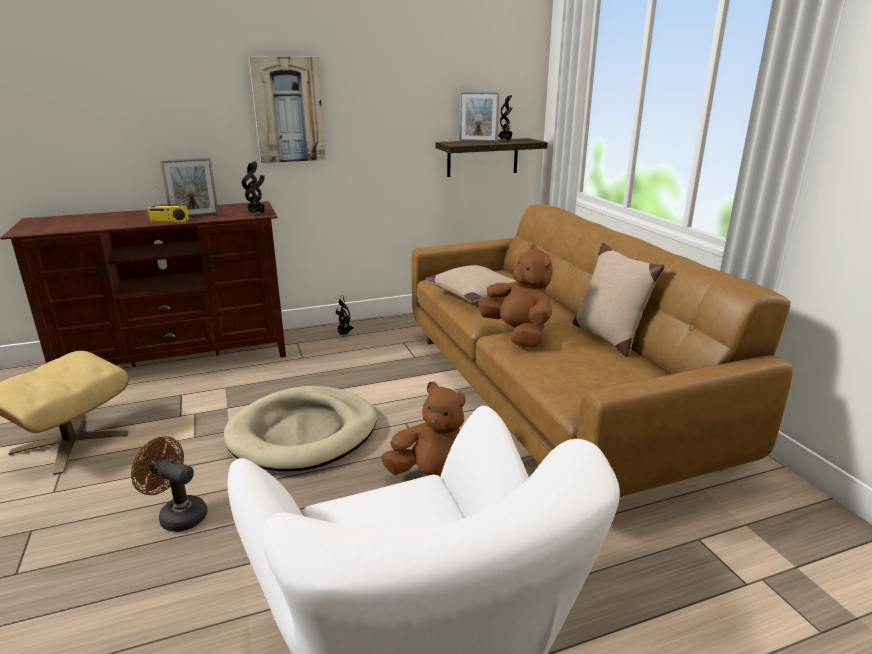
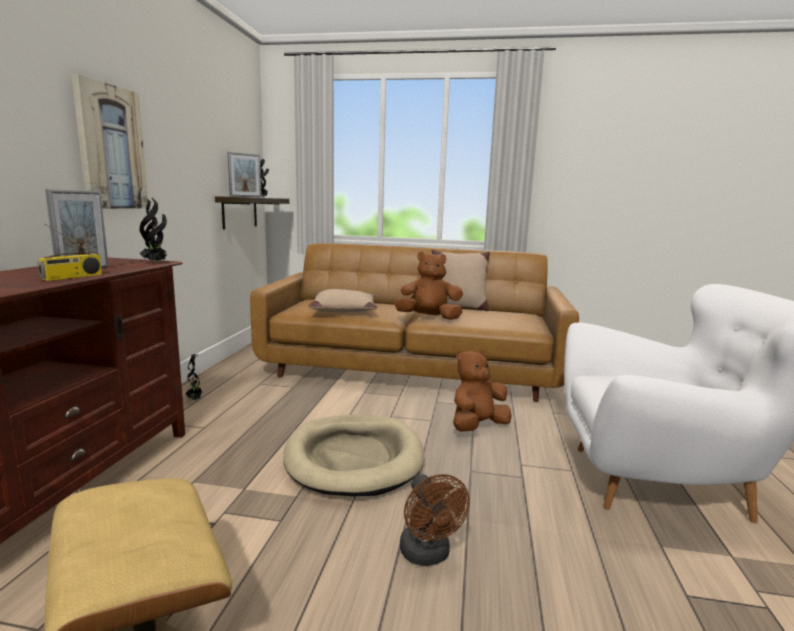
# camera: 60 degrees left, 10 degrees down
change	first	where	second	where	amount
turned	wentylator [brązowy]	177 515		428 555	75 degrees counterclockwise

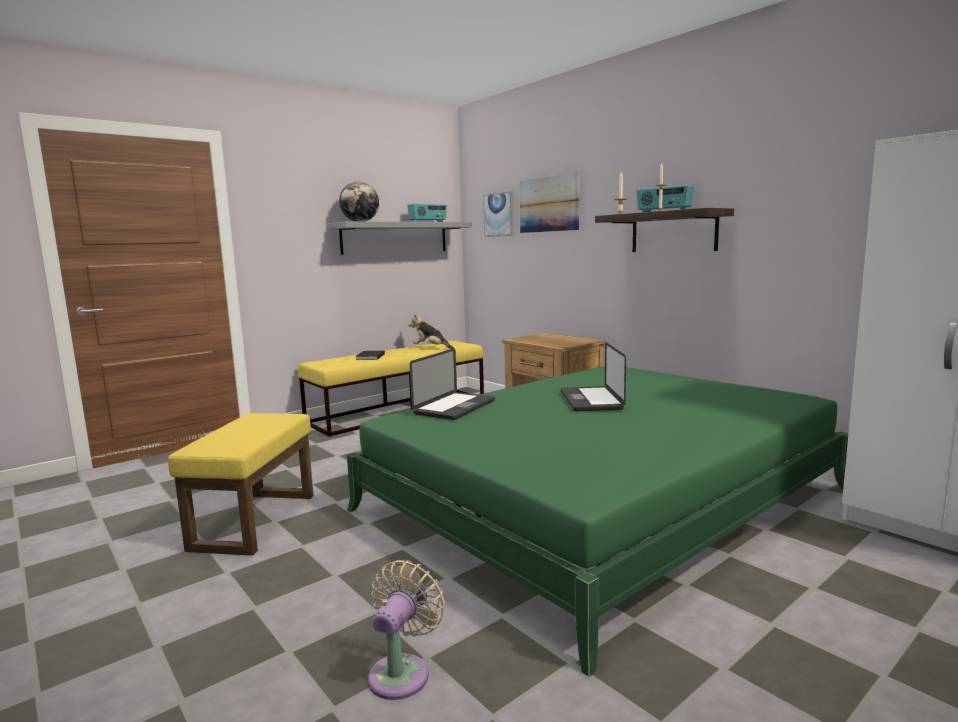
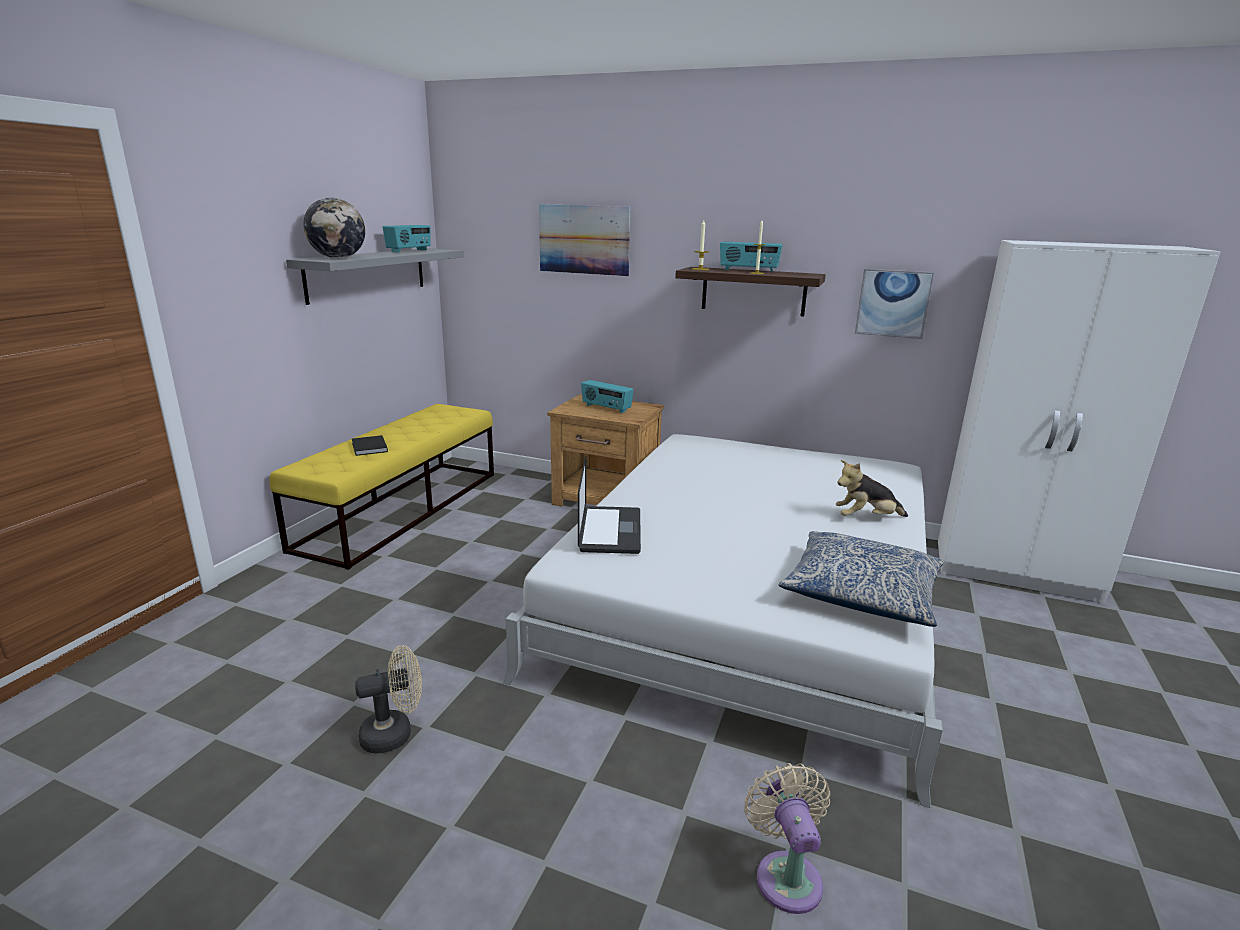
# camera: 30 degrees left, 10 degrees up
change	first	where	second	where	amount
replaced	pufa [żółty]	254 520	wentylator [beżowy]	395 733	
recoloured	łóżko [zielony]	601 499	łóżko [biały]	749 597	
added			radio	606 408	
added			poduszka	861 592	
moved	pluszak	431 348		866 518	
moved	obraz	499 214		893 303	
removed	laptop	591 400			

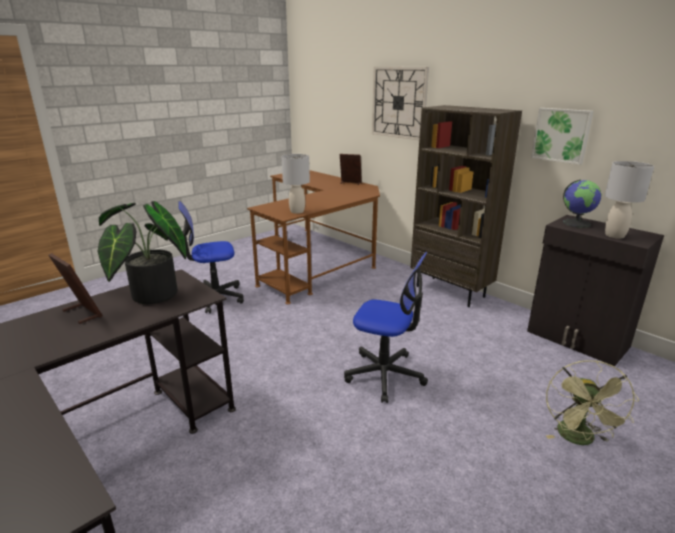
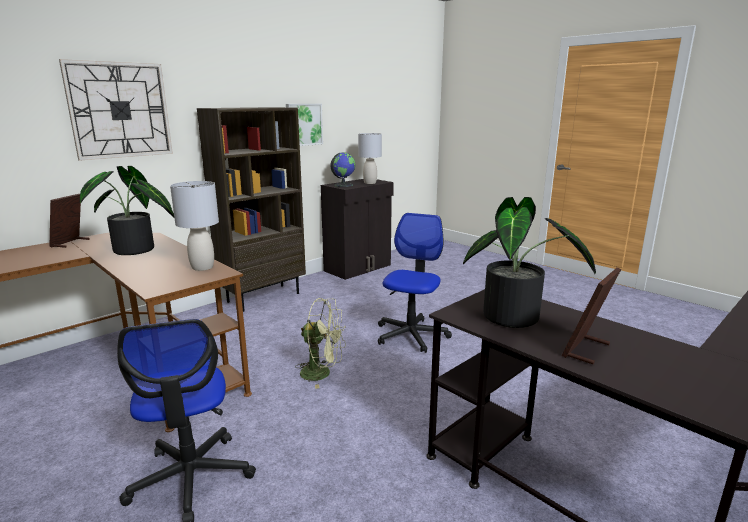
# camera: 90 degrees left, 5 degrees down
change	first	where	second	where	amount
added			roślina doniczkowa	136 251	
moved	wentylator [zielony]	579 439		322 373	

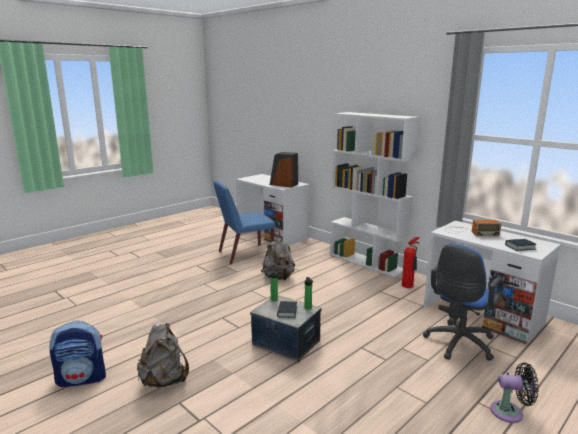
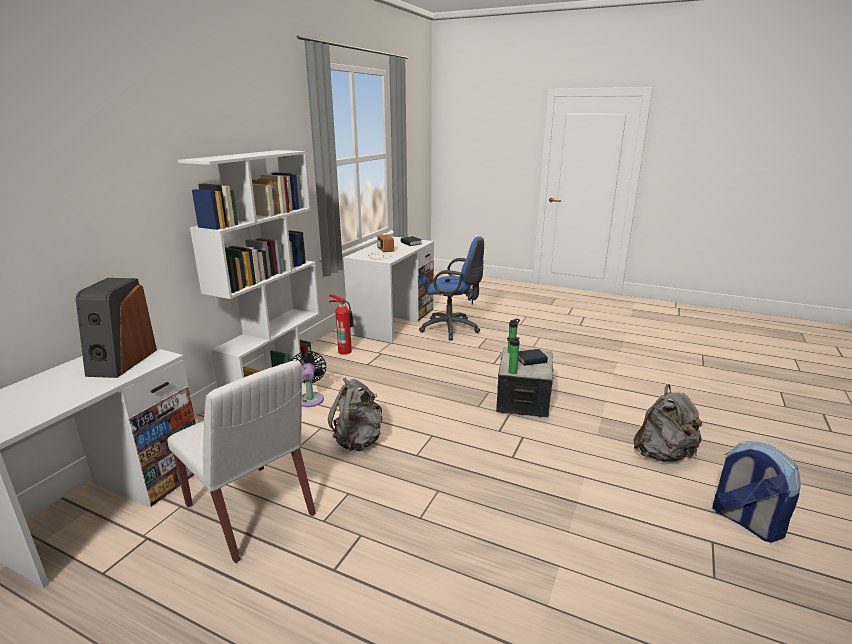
# camera: 110 degrees left, 5 degrees up
change	first	where	second	where	amount
recoloured	krzesło [niebieski]	245 254	krzesło [biały]	251 511	
moved	wentylator [czarny]	510 412		310 398	

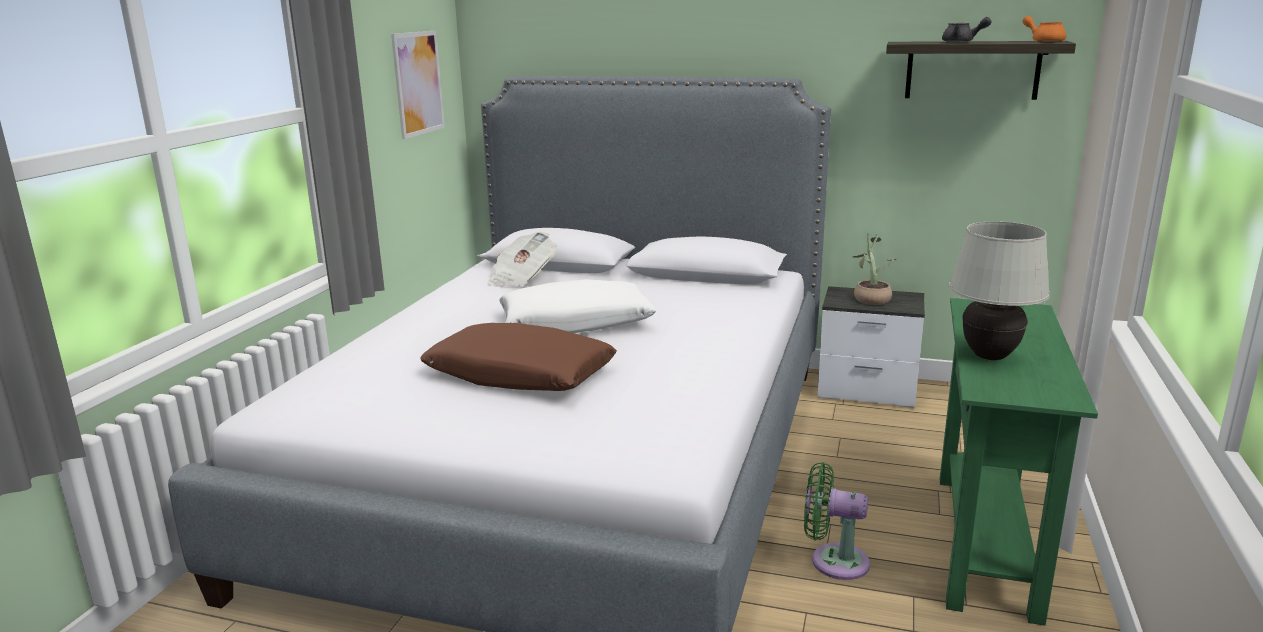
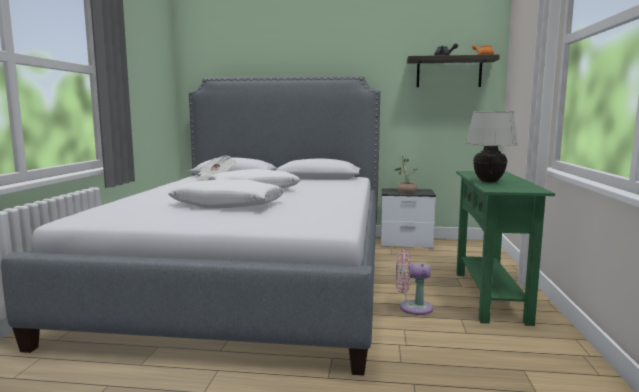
# camera: 10 degrees left, 10 degrees down
change	first	where	second	where	amount
recoloured	poduszka [brązowy]	520 375	poduszka [biały]	228 205	
recoloured	wentylator [zielony]	833 561	wentylator [różowy]	412 308	
removed	obraz	418 83			

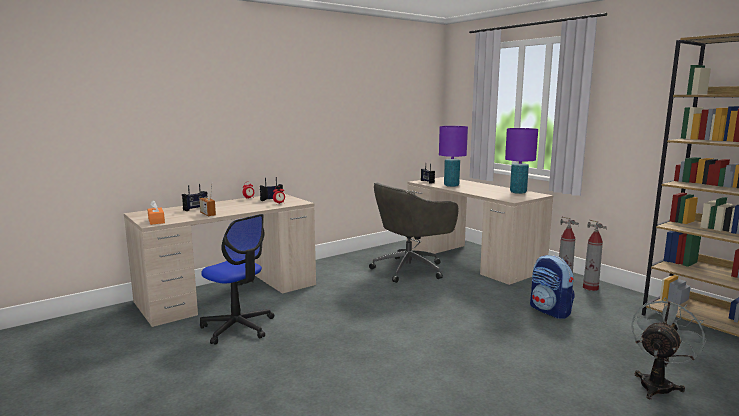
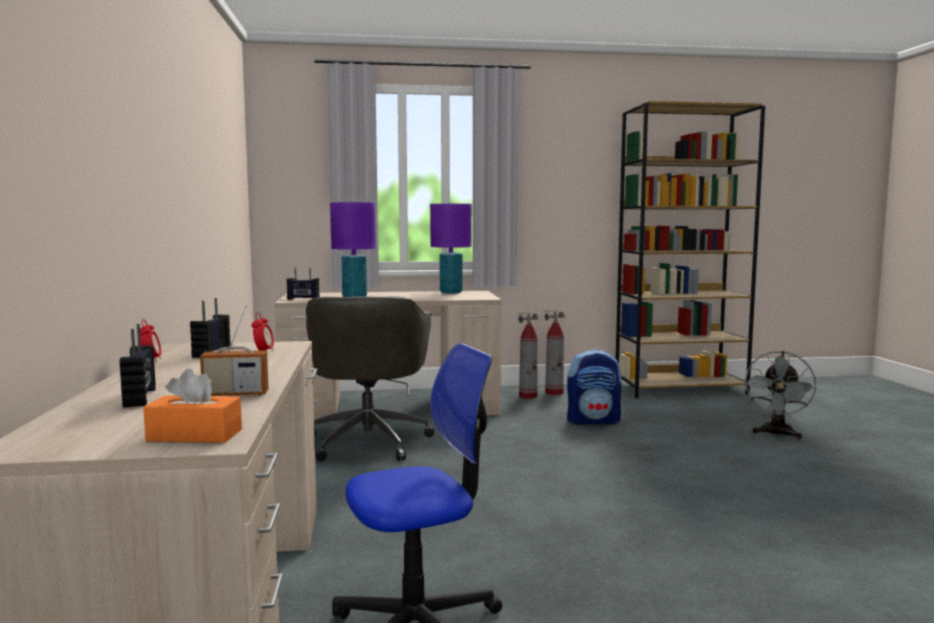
# camera: 60 degrees left, 5 degrees down
change	first	where	second	where	amount
turned	wentylator [szary]	658 384		777 434	135 degrees counterclockwise

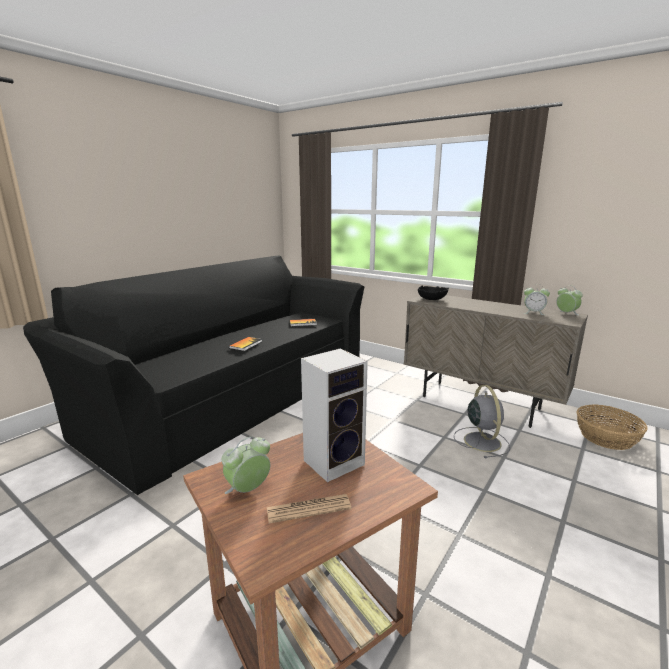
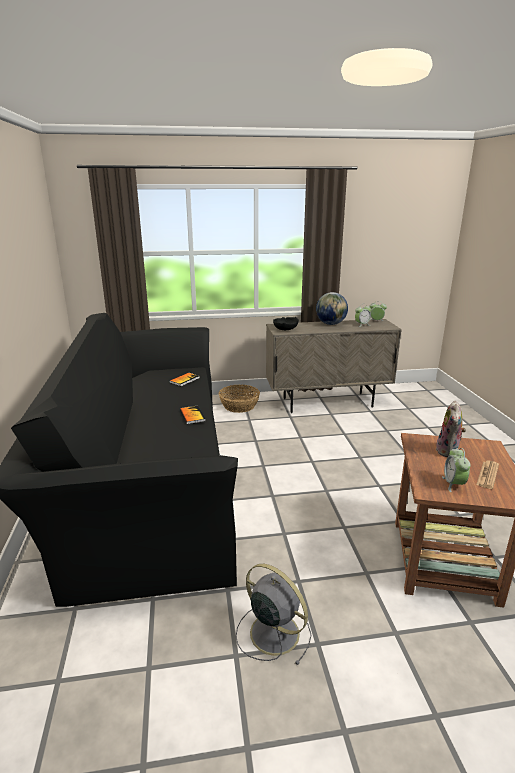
# camera: 45 degrees left, 5 degrees up
change	first	where	second	where	amount
moved	koszyk	606 437		239 406	
moved	wentylator [szary]	481 441		272 632	
added			globus	331 324	
replaced	głośnik	335 461	pluszak	448 451	

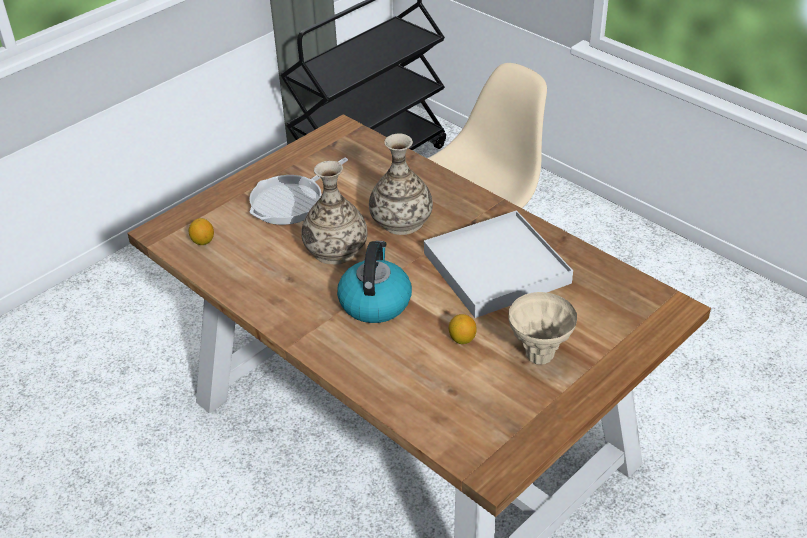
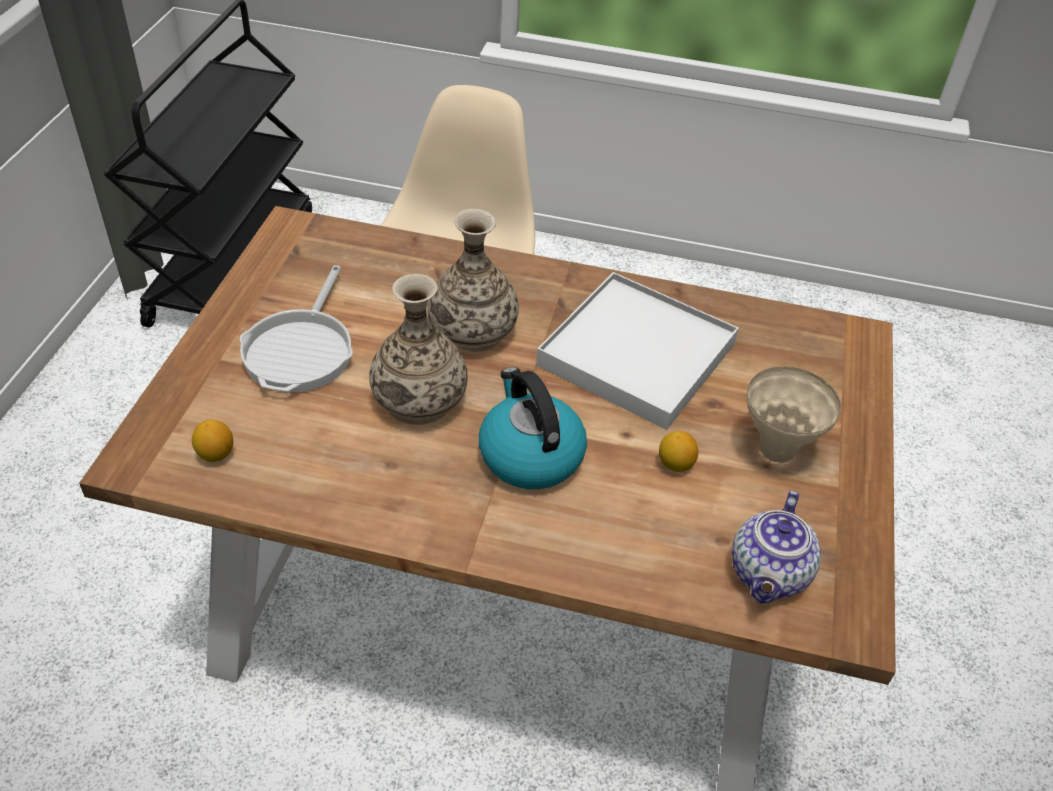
# camera: 35 degrees left, 5 degrees up
change	first	where	second	where	amount
added			imbryk	769 575	

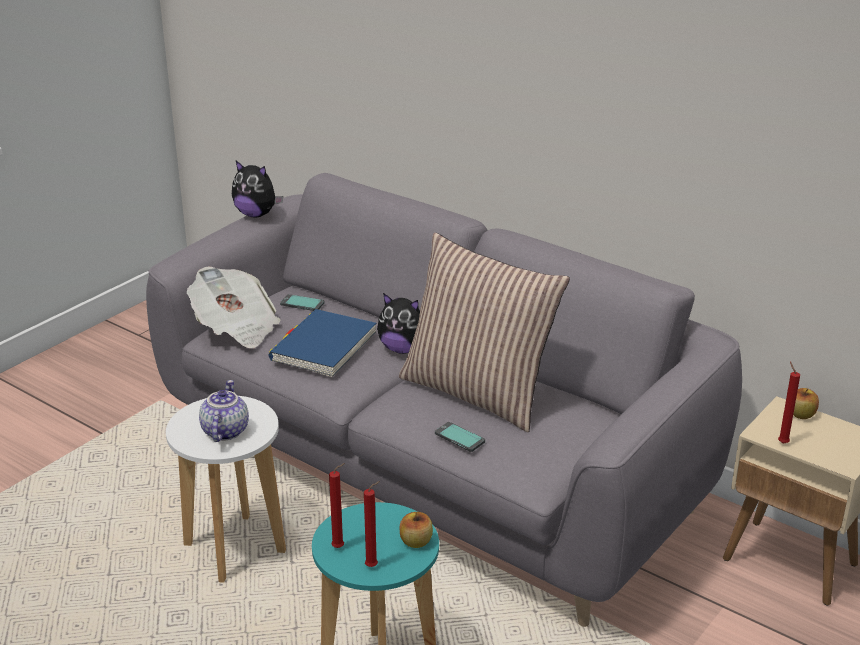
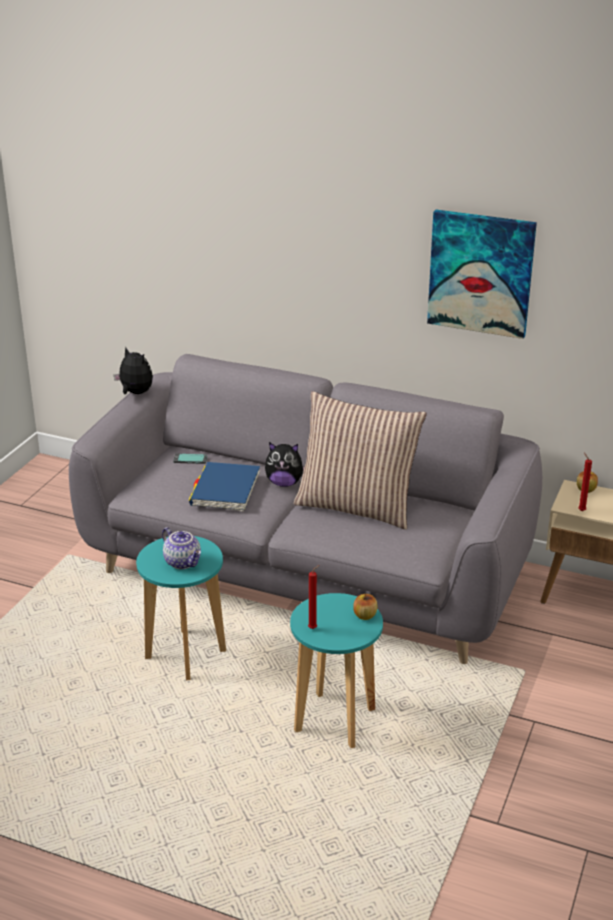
# camera: 15 degrees left, 0 degrees up
change	first	where	second	where	amount
turned	pluszak	256 214		135 393	150 degrees counterclockwise
recoloured	stołek [biały]	234 549	stołek [turkusowy]	185 655	
turned	imbryk	224 431		183 562	150 degrees clockwise
added			obraz	481 273	
removed	gazeta	236 328			
removed	świeca [czerwony]	373 566			
removed	telefon	459 438			

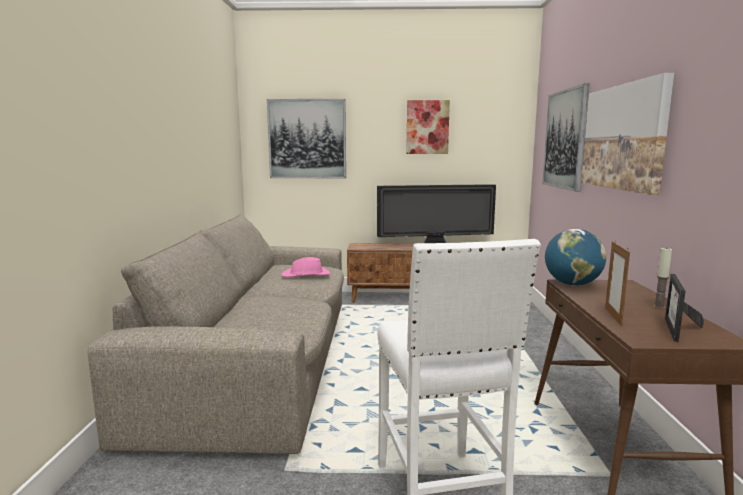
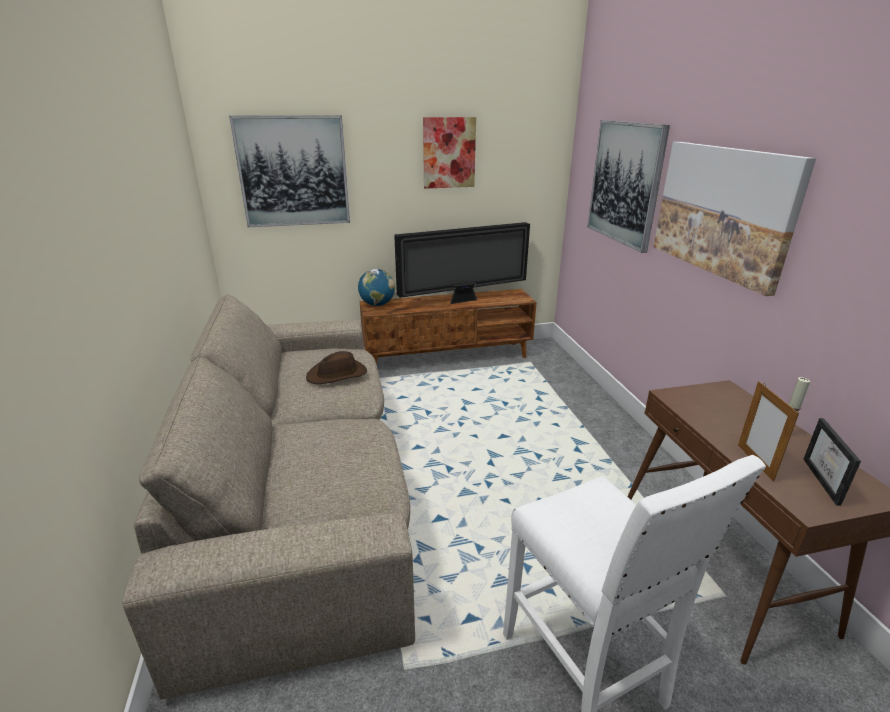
# camera: 15 degrees left, 15 degrees up
change	first	where	second	where	amount
recoloured	kapelusz [różowy]	306 275	kapelusz [brązowy]	337 375	
moved	globus	572 284		377 304	

